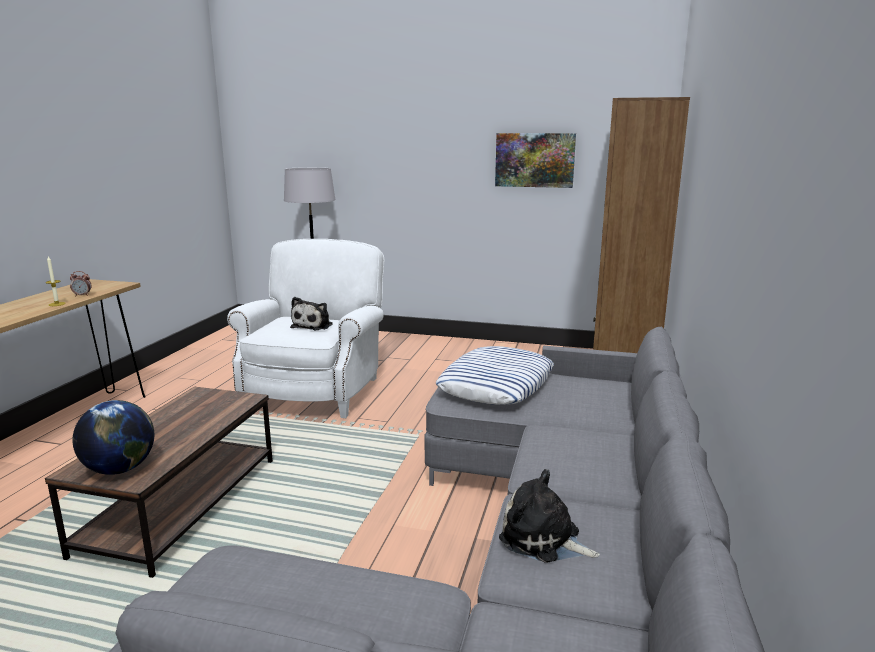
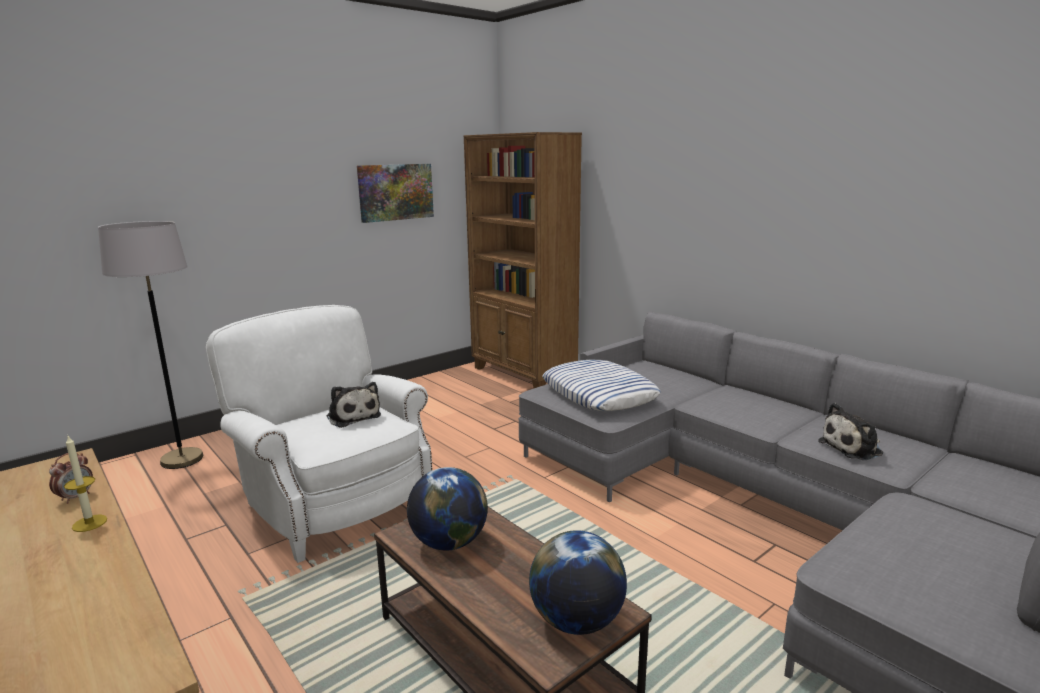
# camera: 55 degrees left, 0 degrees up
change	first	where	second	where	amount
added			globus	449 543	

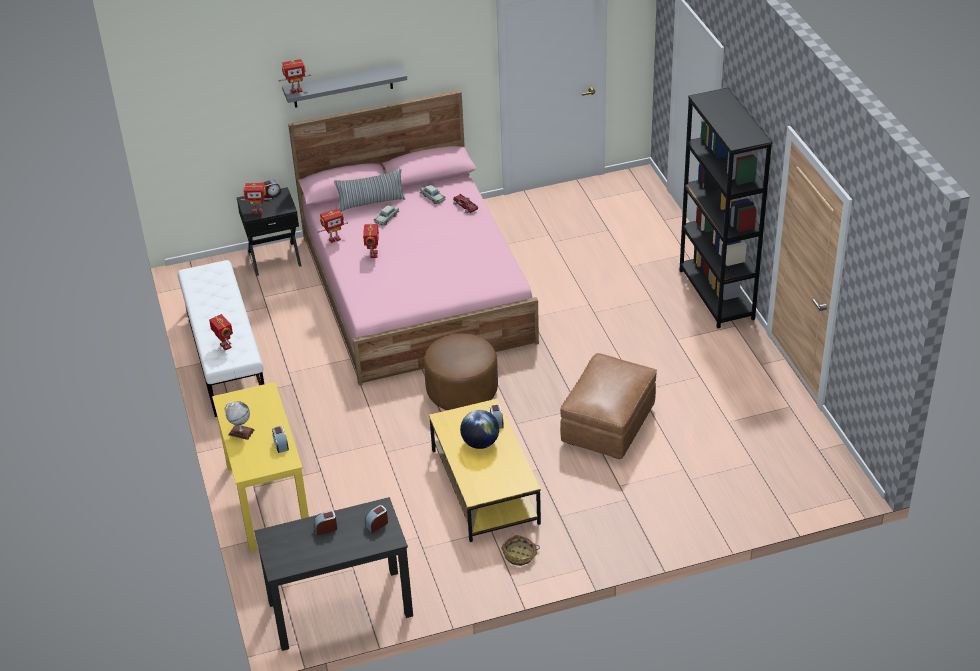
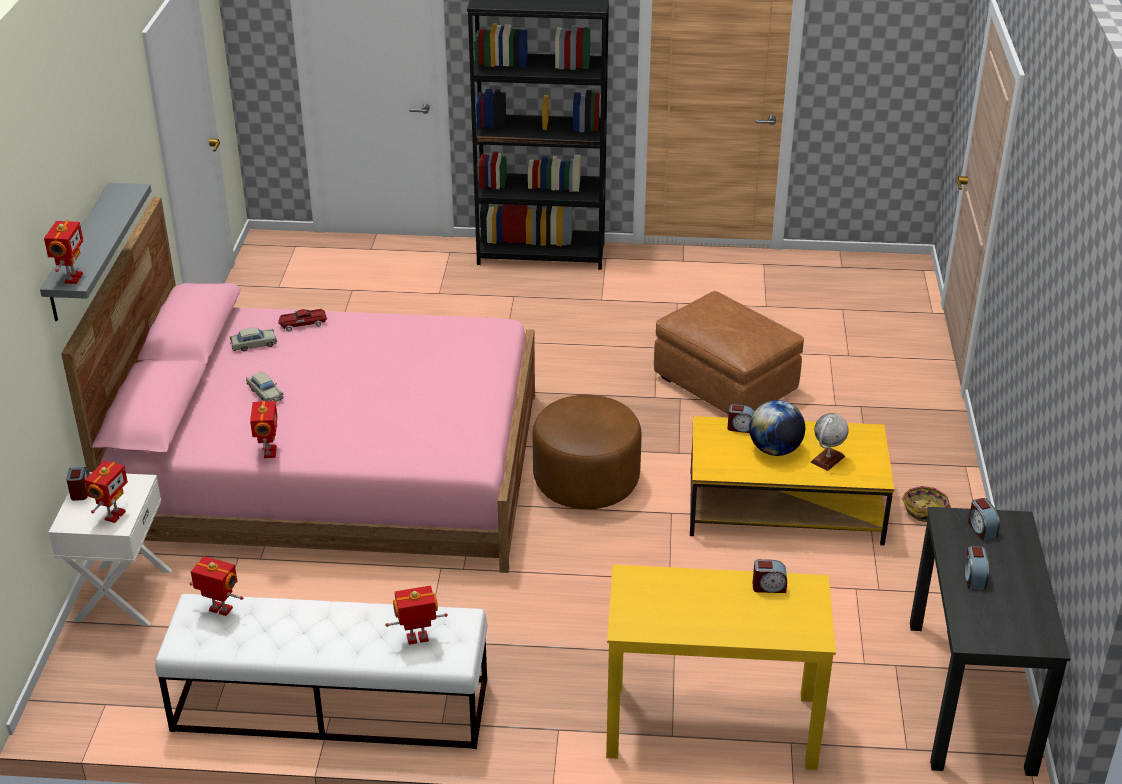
# camera: 70 degrees left, 5 degrees down
change	first	where	second	where	amount
recoloured	szafka nocna [czarny]	274 258	szafka nocna [biały]	121 595	
moved	robot zabawkowy	373 254		220 610	
moved	globus	241 432		827 459	
removed	poduszka	371 202			

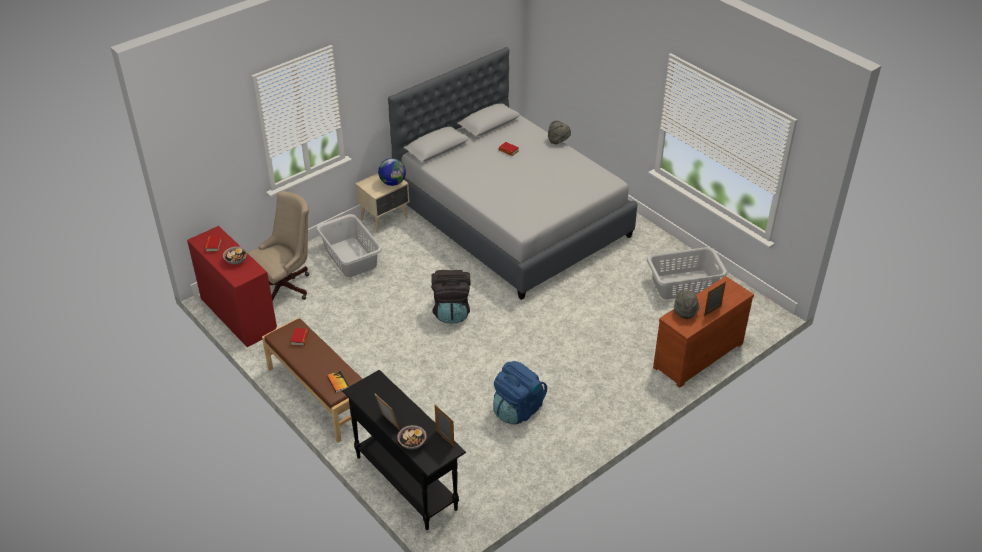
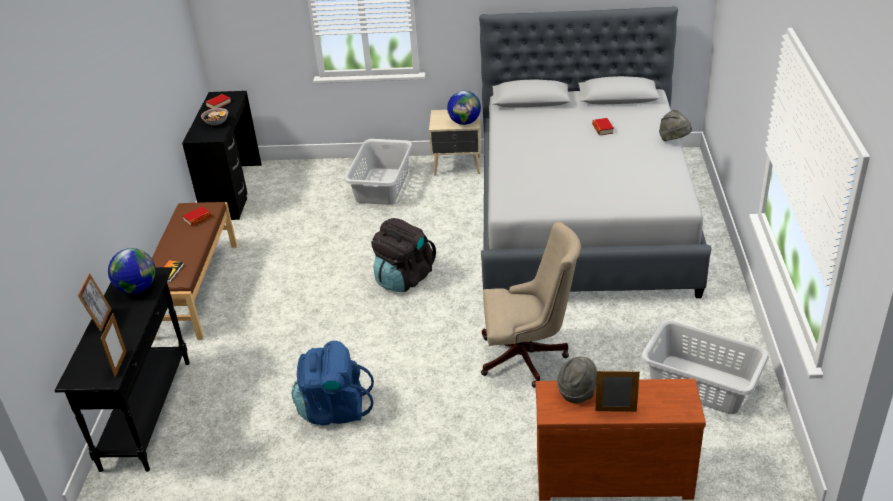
# camera: 45 degrees right, 5 degrees down
change	first	where	second	where	amount
added			globus	137 288	
recoloured	biurko [czerwony]	238 315	biurko [czarny]	232 191	
moved	krzesło biurowe [beżowy]	286 286		528 357	
removed	miska	412 442			

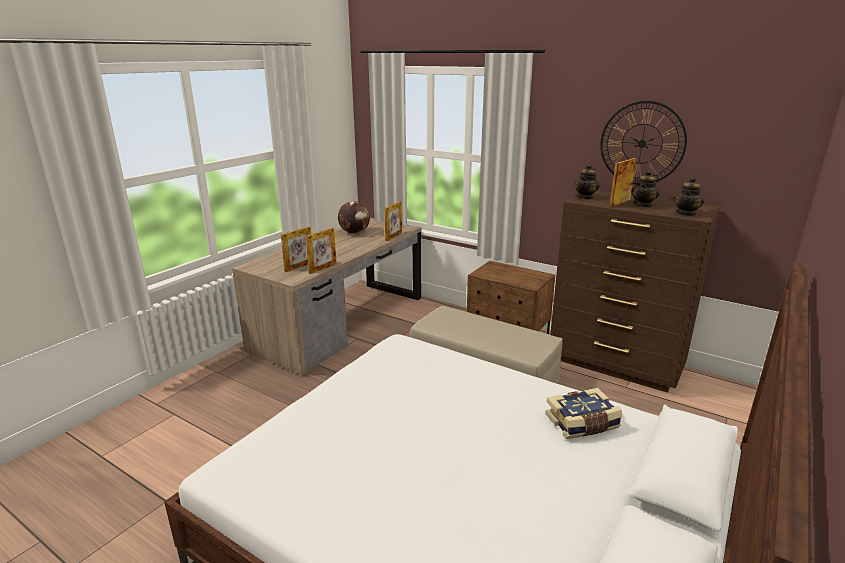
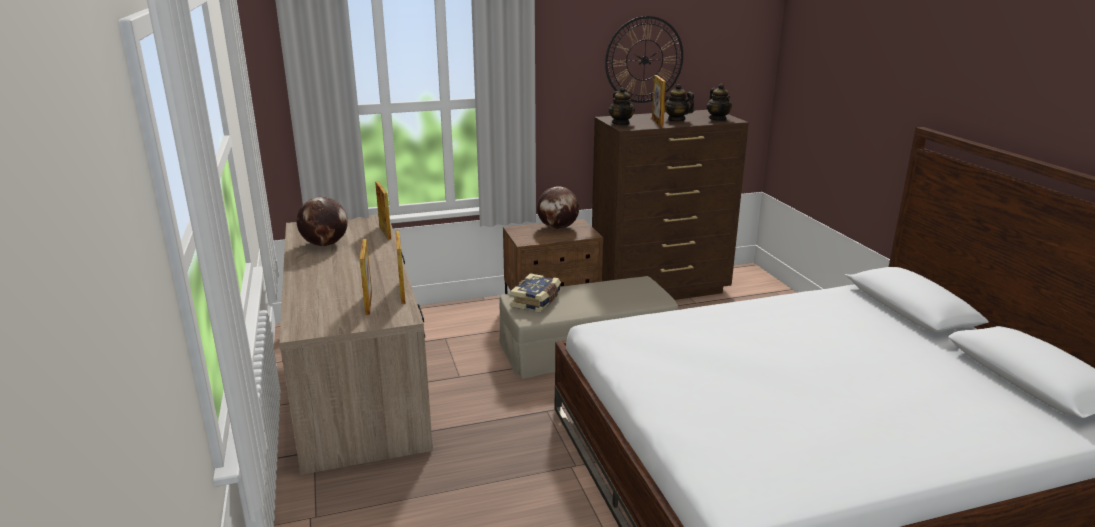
# camera: 50 degrees left, 0 degrees up
change	first	where	second	where	amount
moved	książka	582 423		537 301	
added			globus	558 228	
turned	imbryk	643 205		676 120	150 degrees clockwise

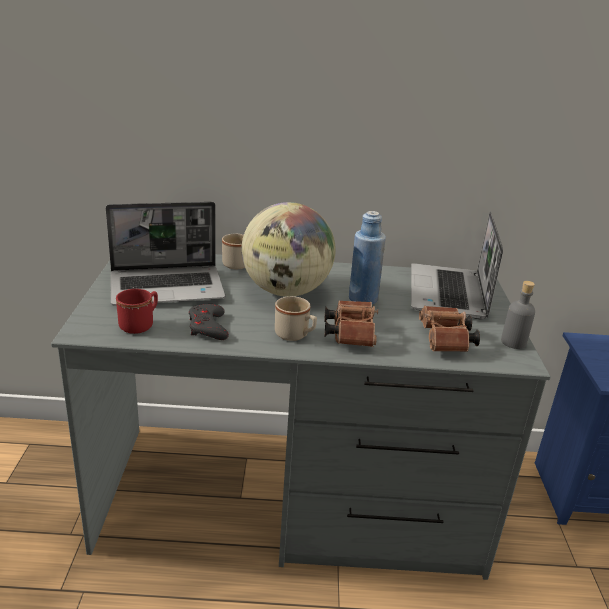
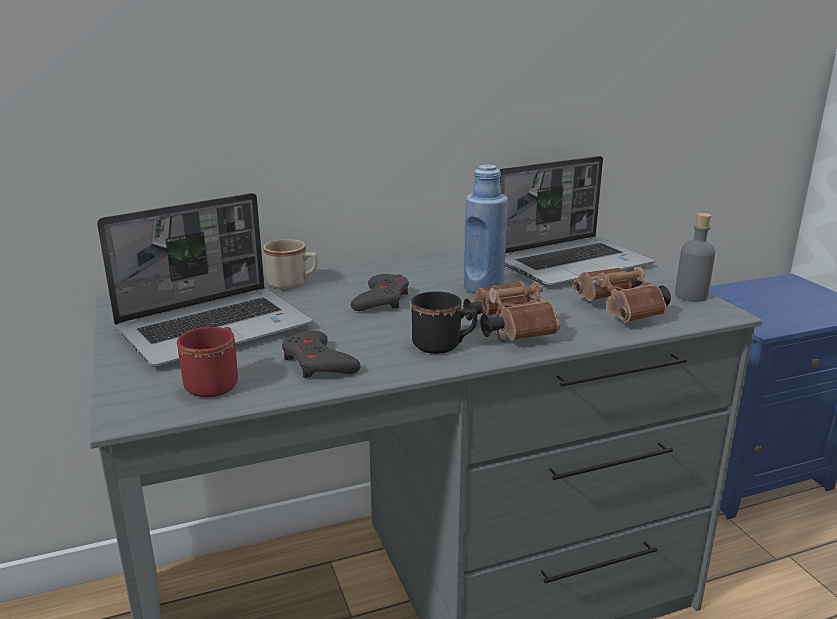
# camera: 20 degrees left, 5 degrees down
change	first	where	second	where	amount
replaced	globus	286 291	pad do gier [szary]	382 300	
recoloured	kubek [beżowy]	295 335	kubek [czarny]	443 346	
turned	laptop	448 294		572 263	105 degrees counterclockwise

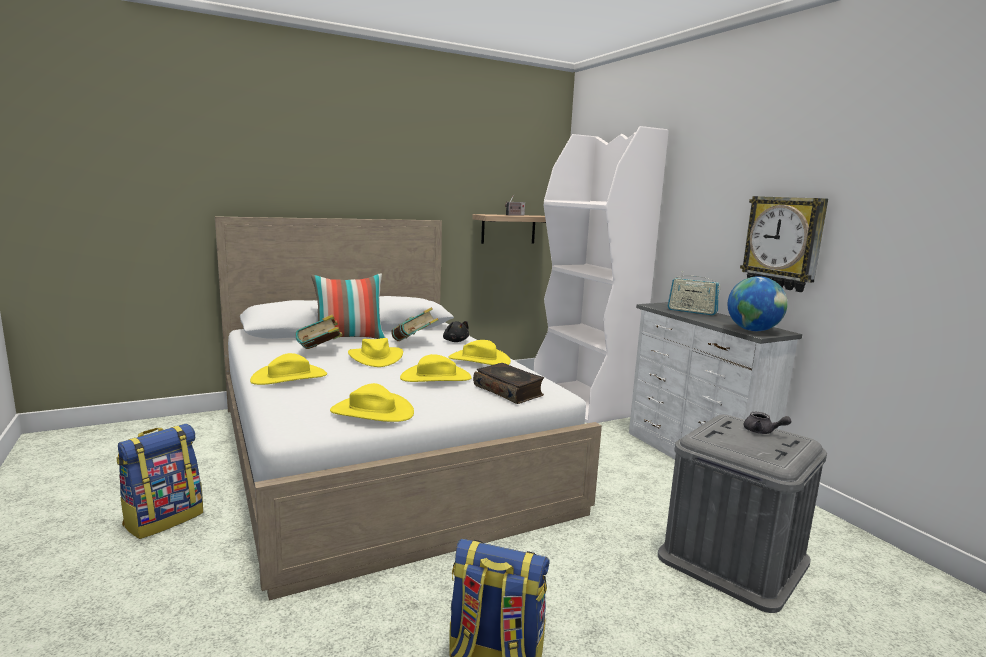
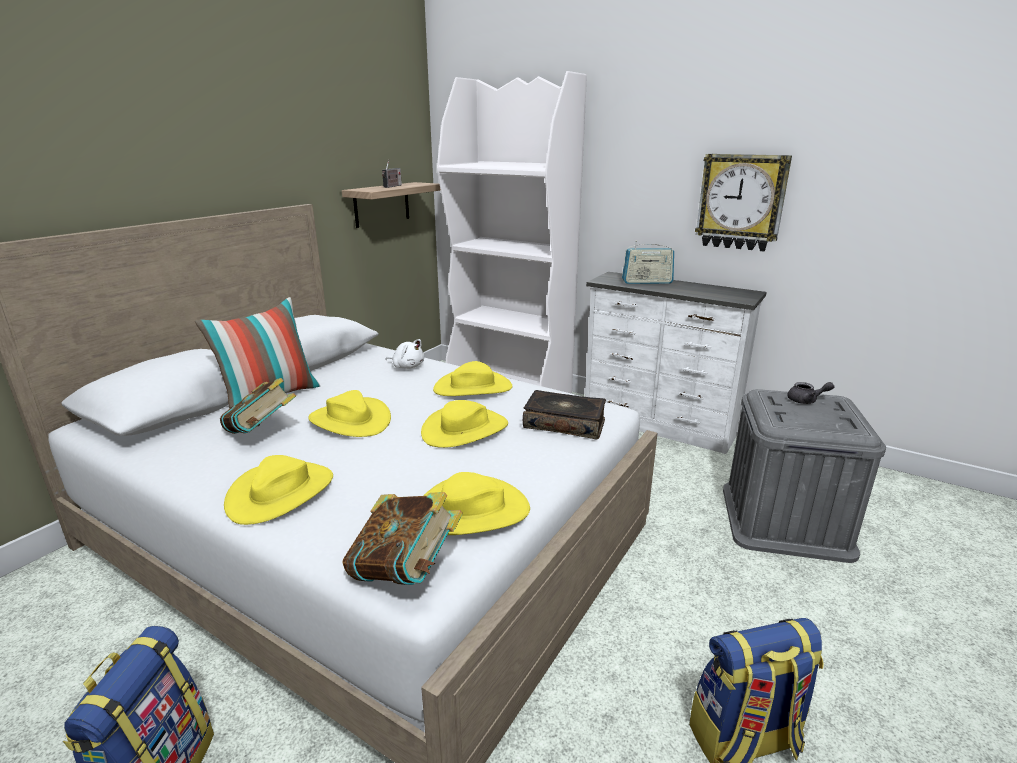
# camera: 30 degrees left, 10 degrees up
change	first	where	second	where	amount
moved	książka	414 343		405 572	
recoloured	pluszak [czarny]	455 341	pluszak [biały]	407 366	
removed	globus	753 330			

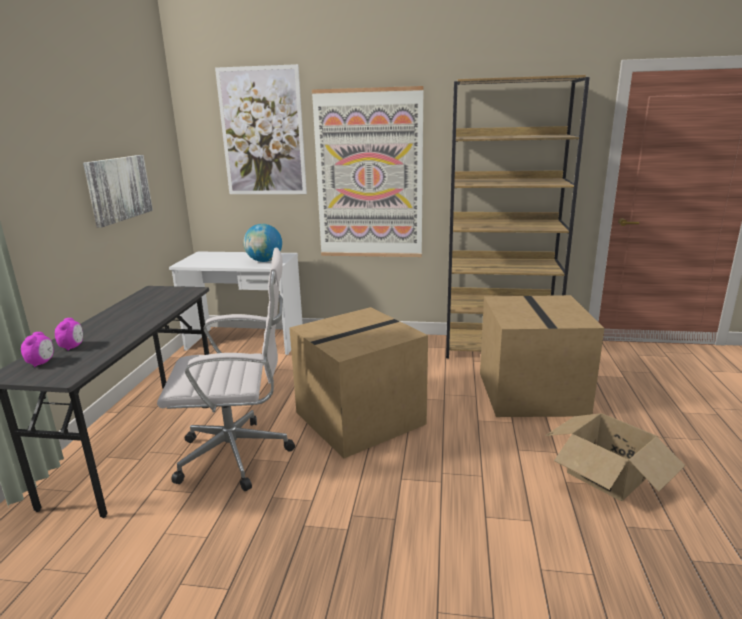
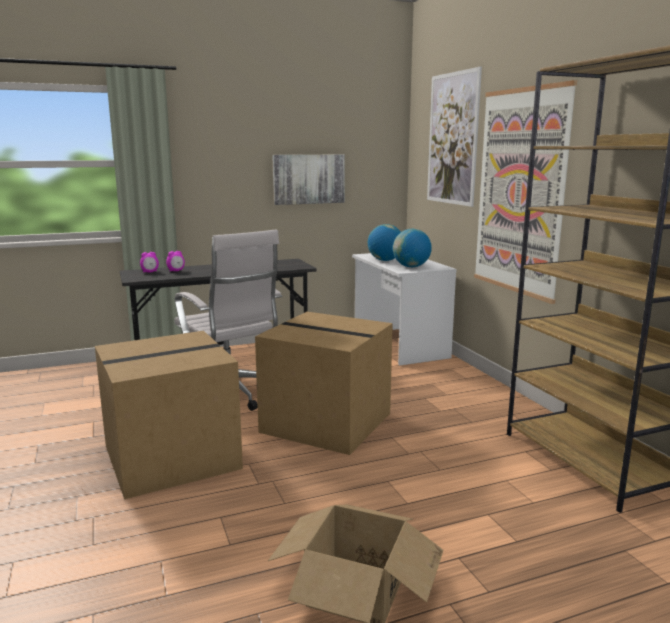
# camera: 60 degrees right, 5 degrees down
change	first	where	second	where	amount
moved	karton	533 393		170 458	
added			globus	385 260	

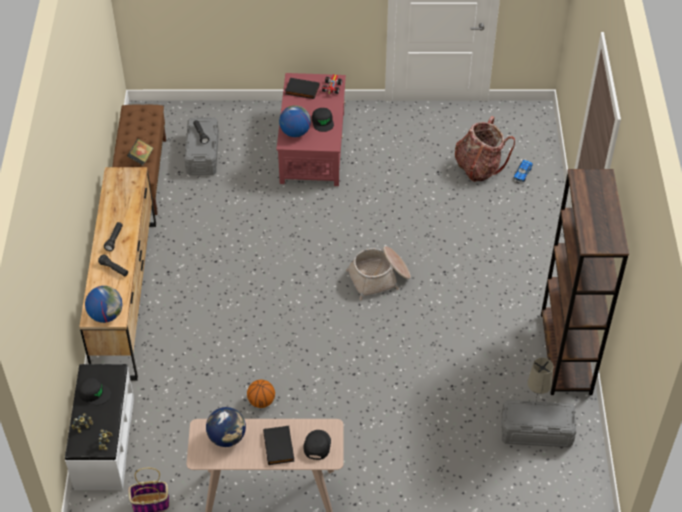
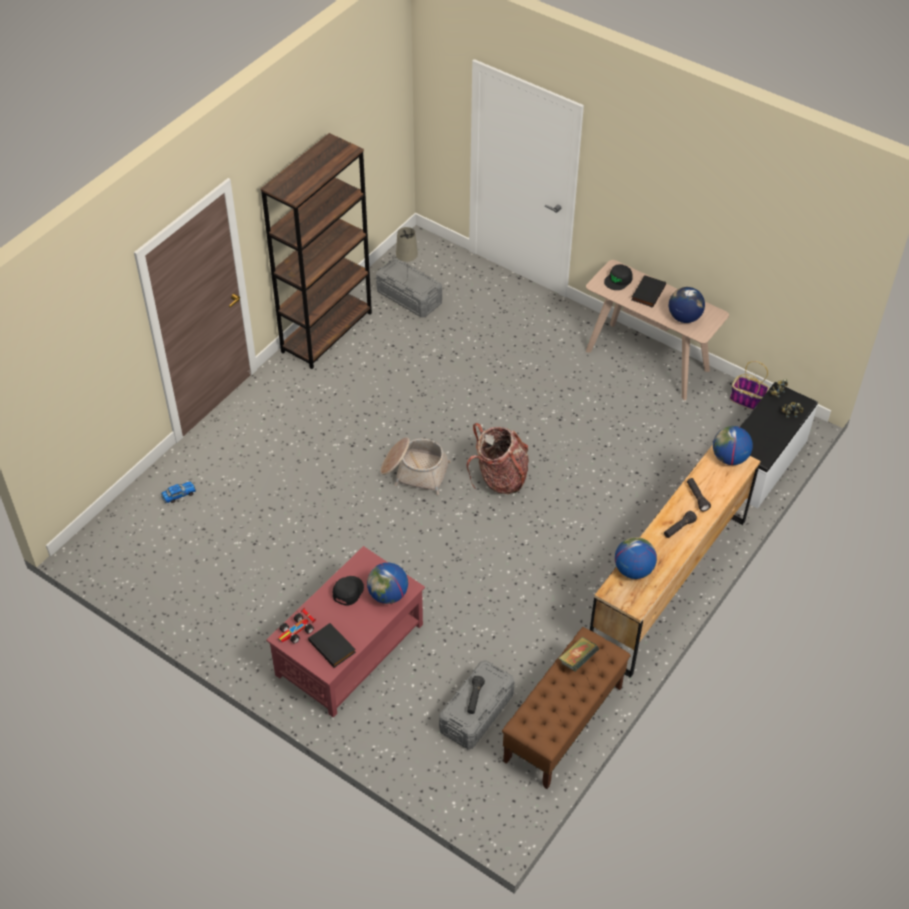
# camera: 145 degrees left, 0 degrees up
change	first	where	second	where	amount
moved	plecak	478 167		500 478	
added			globus	633 570	
removed	czapka z daszkiem [czarny]	94 393			
removed	piłka do koszykówki	261 401			

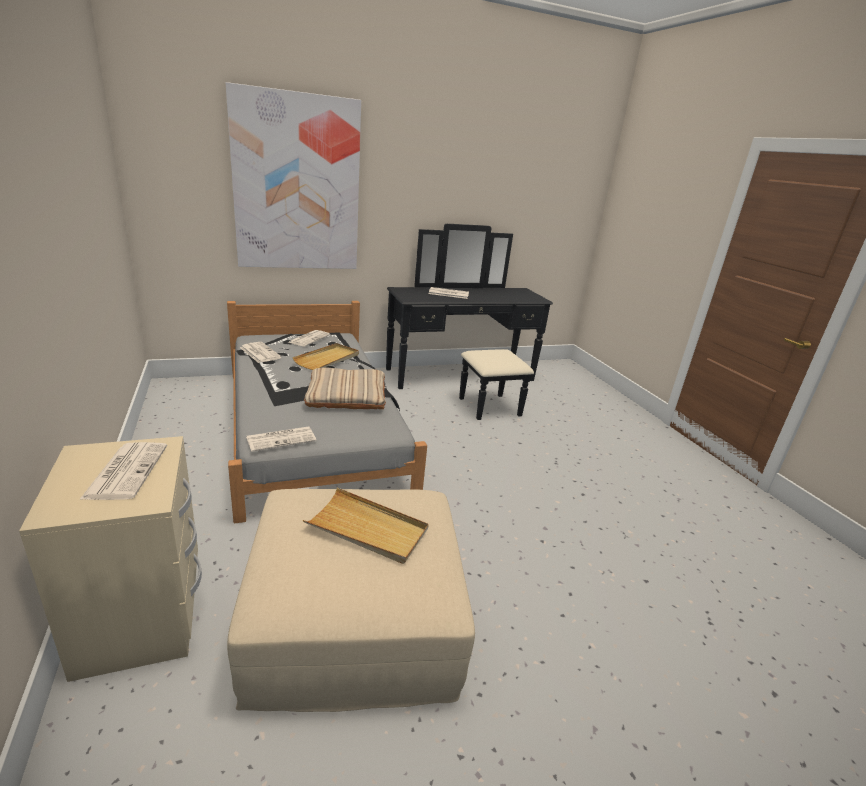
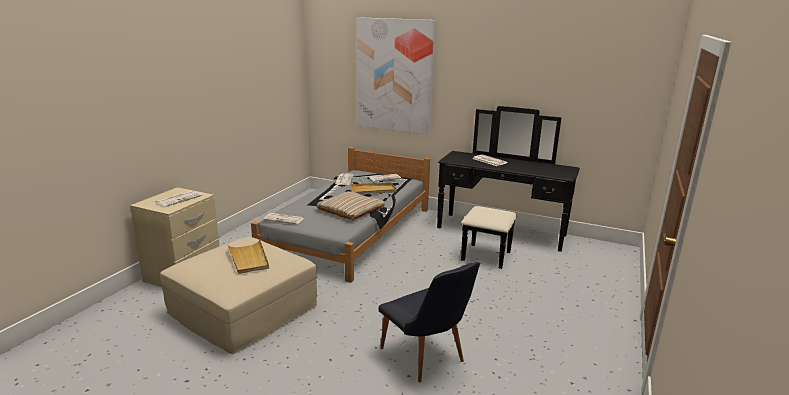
# camera: 45 degrees right, 5 degrees down
change	first	where	second	where	amount
added			krzesło [czarny]	426 359	

